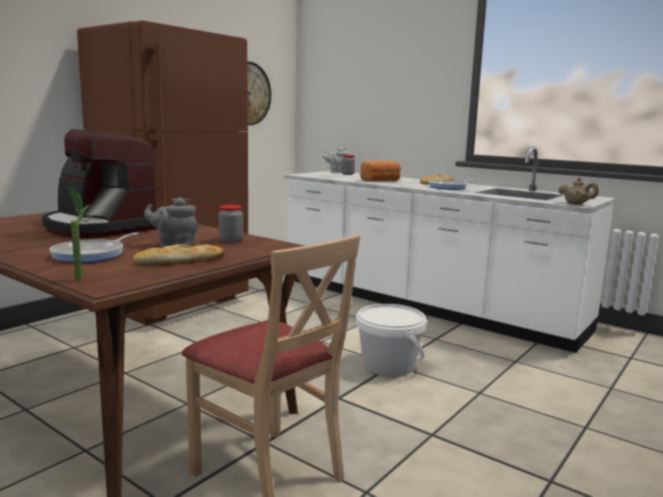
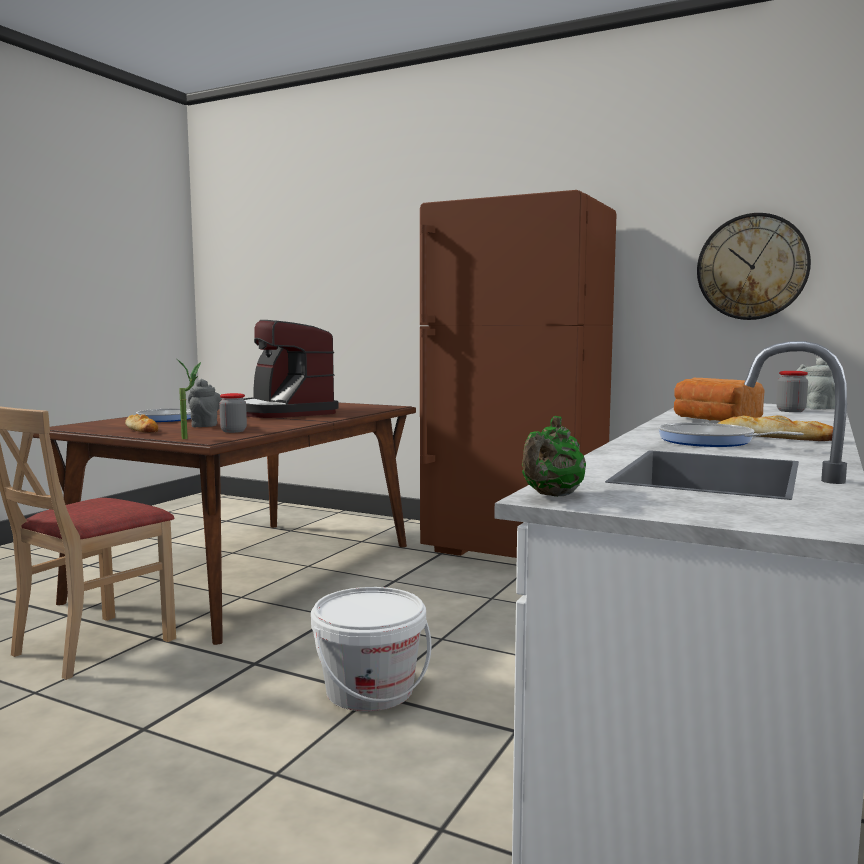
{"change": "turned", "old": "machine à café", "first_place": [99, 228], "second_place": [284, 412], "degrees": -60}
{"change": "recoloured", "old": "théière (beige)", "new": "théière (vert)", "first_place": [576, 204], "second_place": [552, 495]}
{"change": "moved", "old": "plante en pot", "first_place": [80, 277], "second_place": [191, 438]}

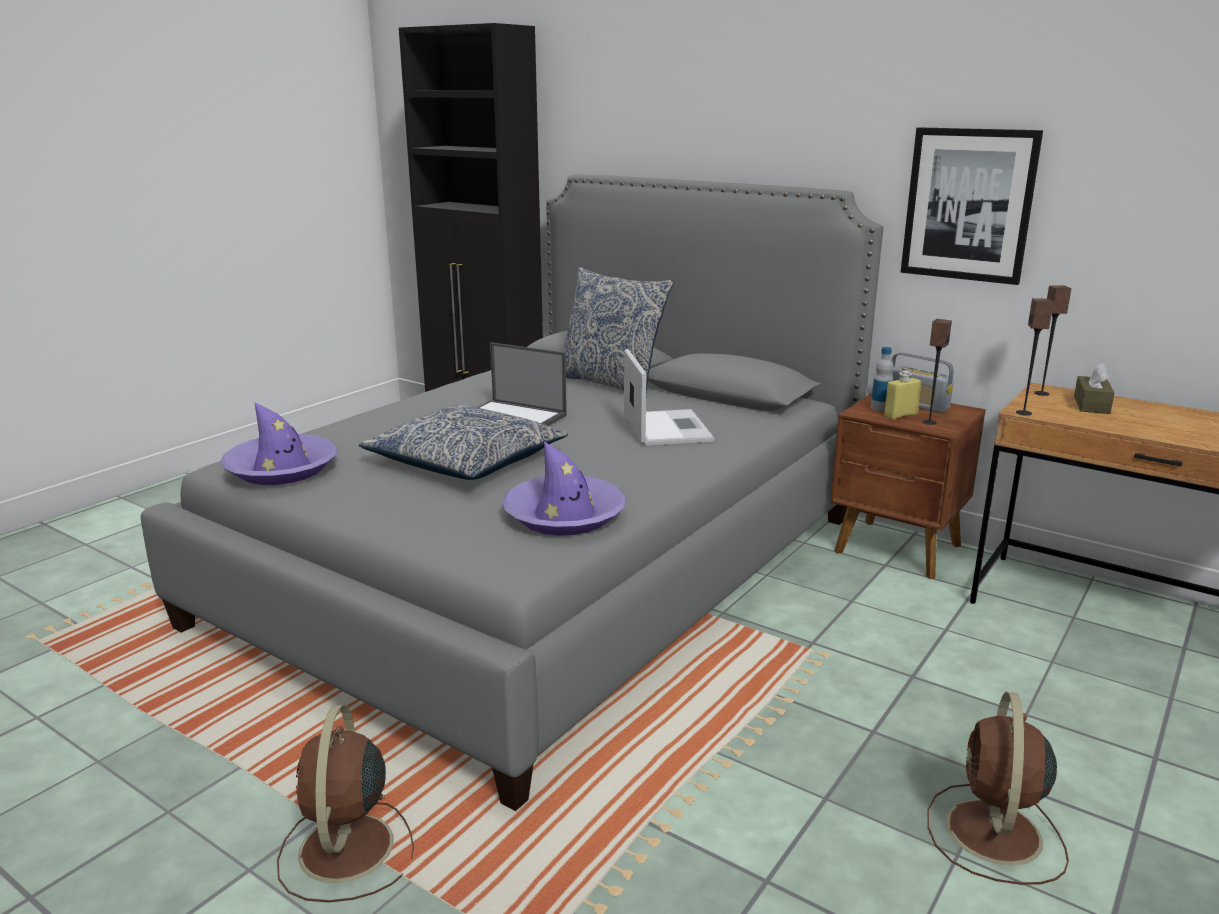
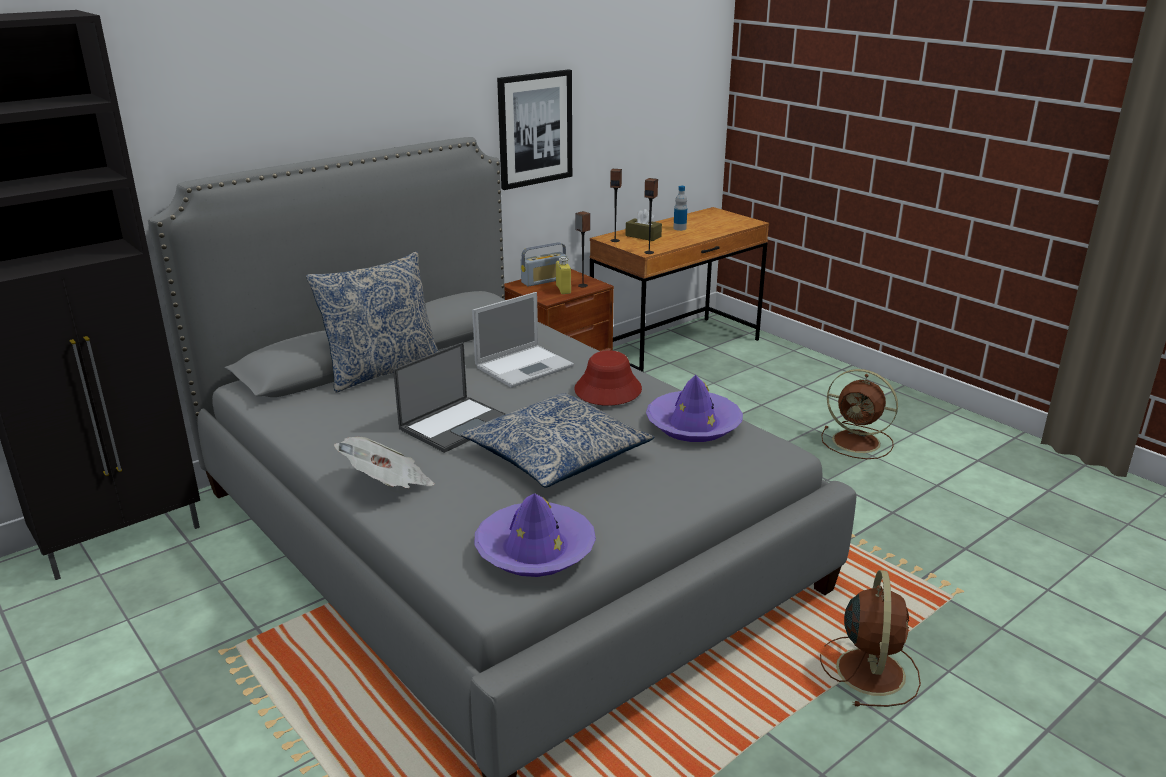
{"change": "moved", "old": "bouteille", "first_place": [880, 408], "second_place": [679, 228]}
{"change": "turned", "old": "ordinateur portable", "first_place": [666, 428], "second_place": [525, 366], "degrees": 135}
{"change": "turned", "old": "ventilateur (marron)", "first_place": [345, 851], "second_place": [870, 669], "degrees": -90}
{"change": "added", "new": "chapeau (rouge)", "second_place": [607, 390]}
{"change": "added", "new": "journal", "second_place": [388, 484]}

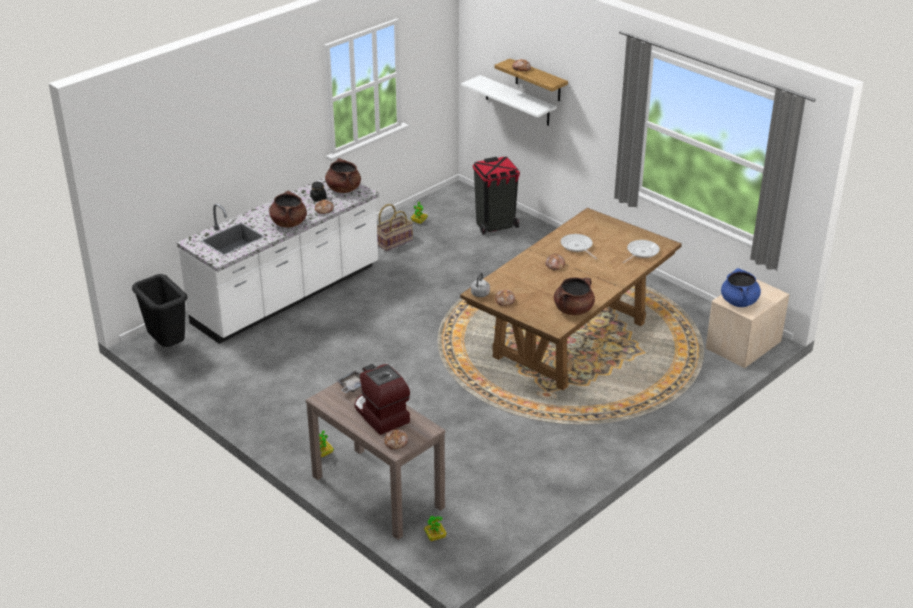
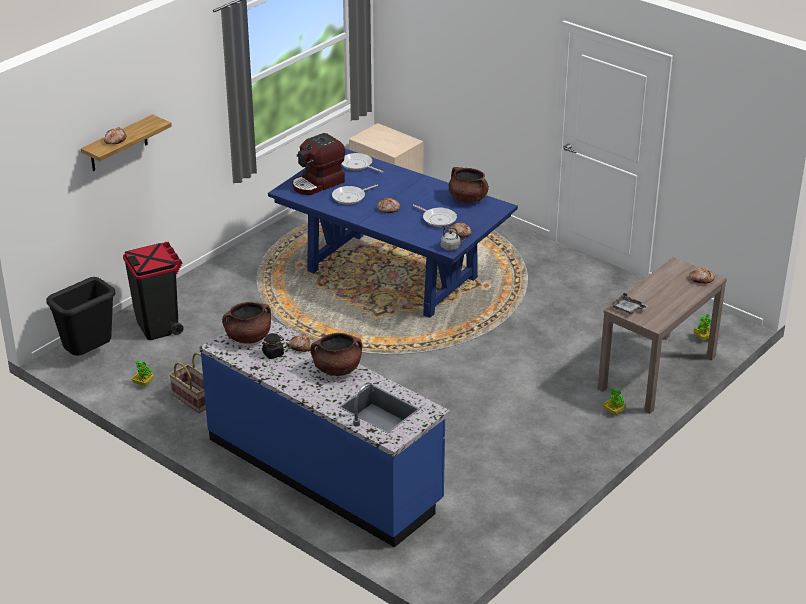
{"change": "removed", "old": "étagère (blanc)", "first_place": [517, 101]}
{"change": "recoloured", "old": "comptoir de cuisine (blanc)", "new": "comptoir de cuisine (bleu)", "first_place": [288, 296], "second_place": [324, 471]}
{"change": "recoloured", "old": "table à manger (marron)", "new": "table à manger (bleu)", "first_place": [569, 340], "second_place": [393, 275]}
{"change": "removed", "old": "marmite (bleu)", "first_place": [739, 302]}
{"change": "moved", "old": "poubelle (noir)", "first_place": [167, 345], "second_place": [88, 355]}
{"change": "moved", "old": "machine à café", "first_place": [380, 415], "second_place": [318, 183]}
{"change": "added", "new": "poêle", "second_place": [438, 219]}

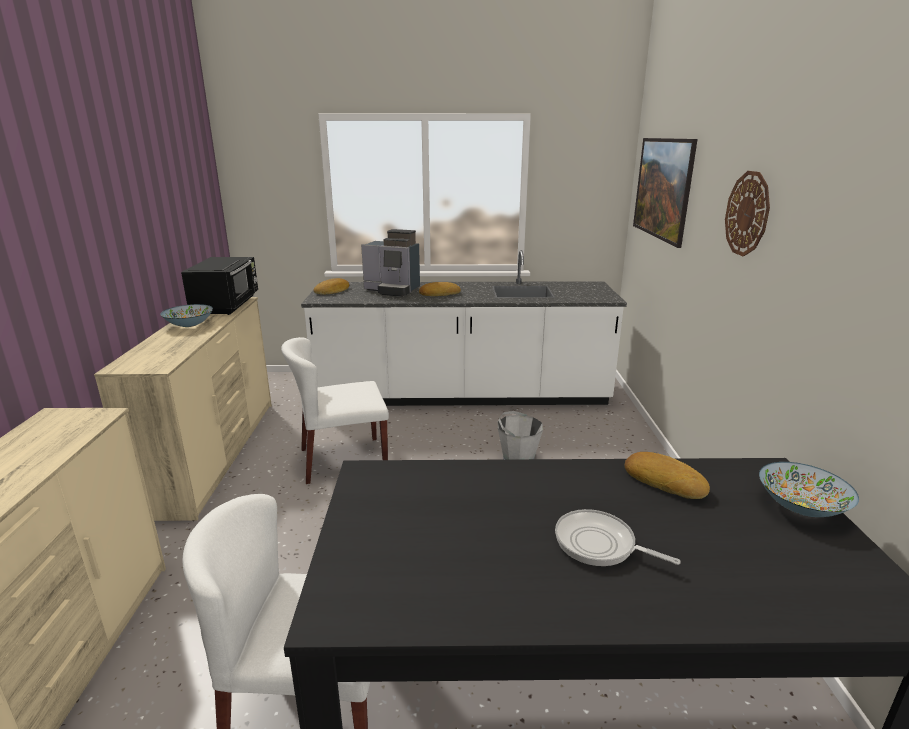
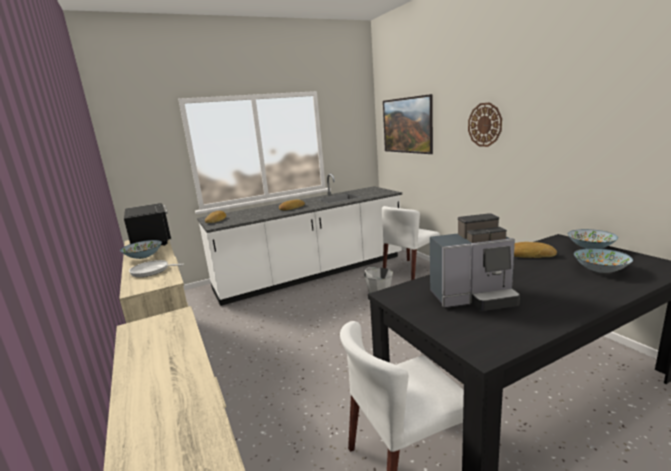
{"change": "moved", "old": "machine à café", "first_place": [393, 290], "second_place": [474, 298]}
{"change": "moved", "old": "chaise (blanc)", "first_place": [342, 459], "second_place": [410, 270]}
{"change": "moved", "old": "poêle", "first_place": [599, 544], "second_place": [152, 271]}
{"change": "added", "new": "bol", "second_place": [600, 270]}

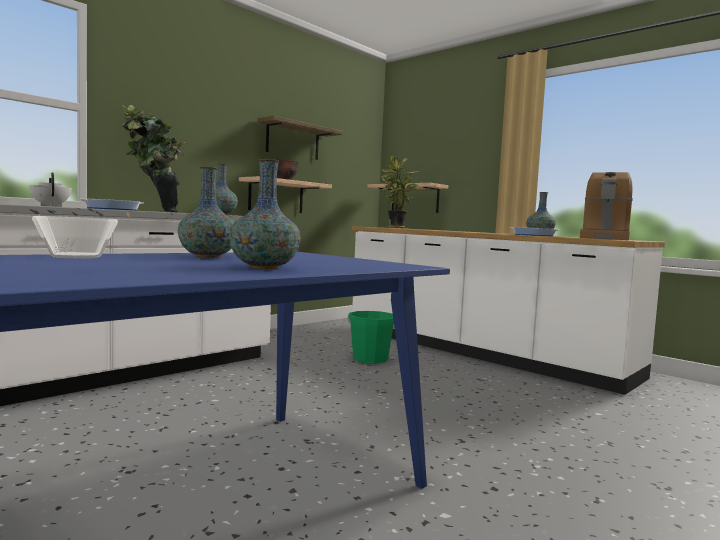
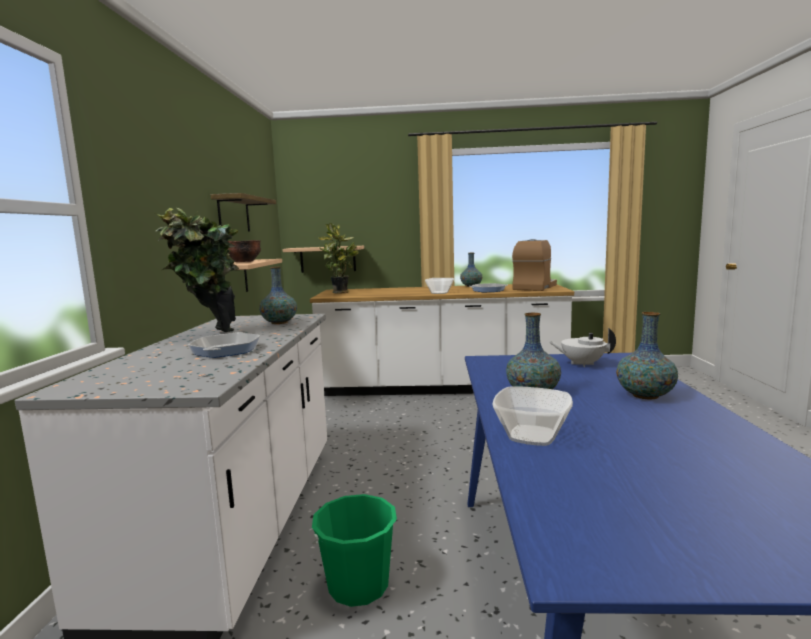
{"change": "moved", "old": "théière (blanc)", "first_place": [51, 206], "second_place": [582, 364]}
{"change": "turned", "old": "machine à café", "first_place": [604, 238], "second_place": [534, 287], "degrees": -135}
{"change": "moved", "old": "seau (vert)", "first_place": [370, 359], "second_place": [358, 585]}
{"change": "added", "new": "bol", "second_place": [439, 293]}

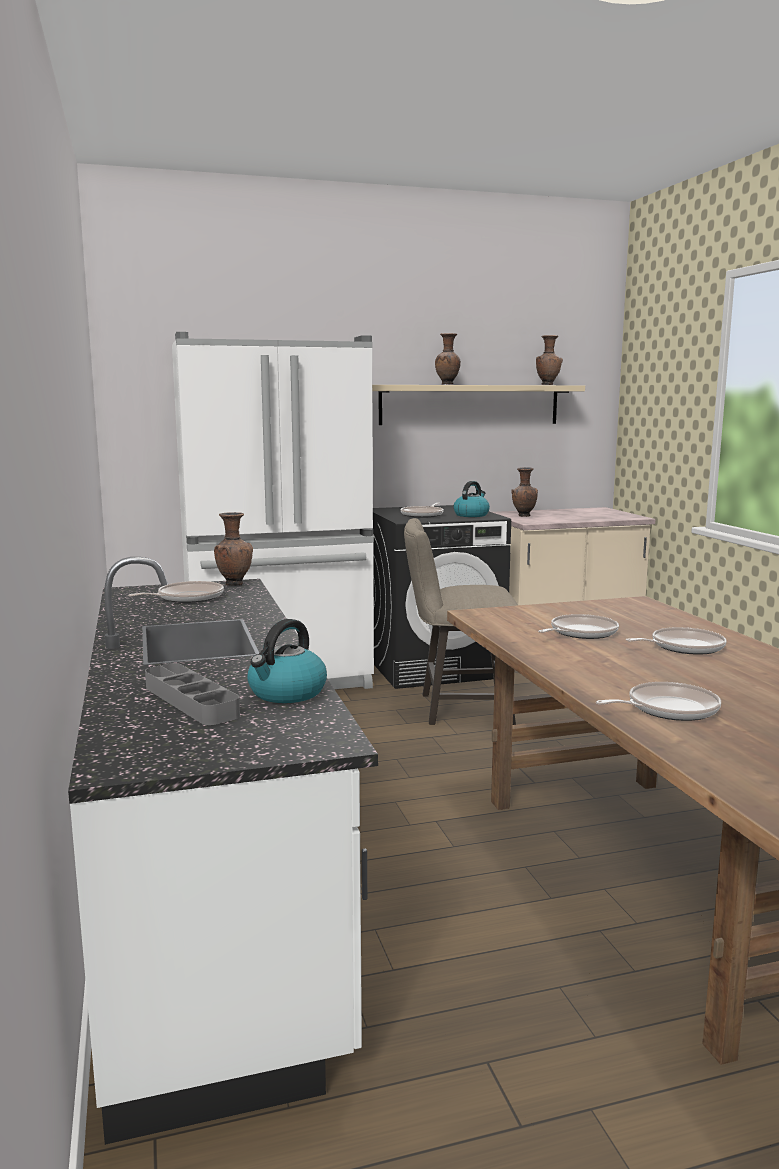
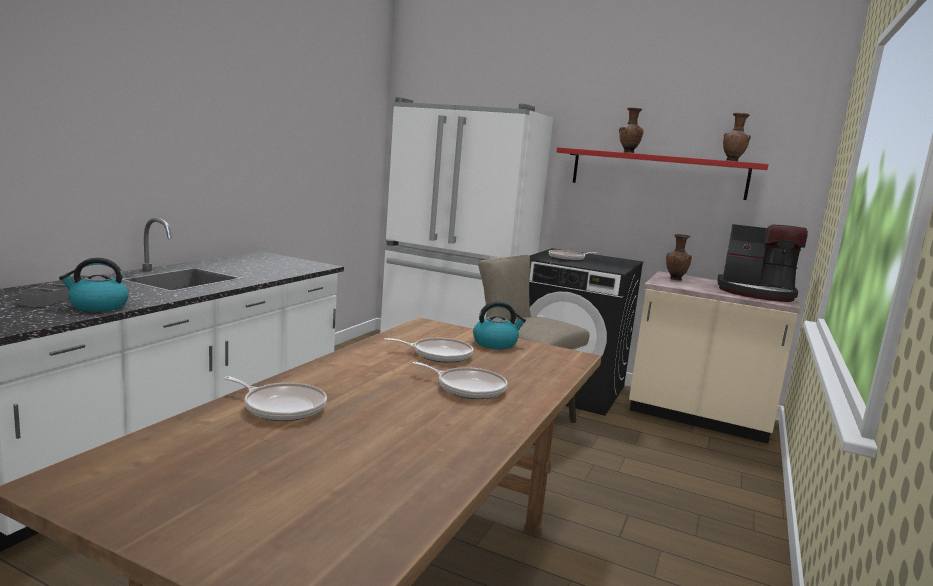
{"change": "recoloured", "old": "étagère (beige)", "new": "étagère (rouge)", "first_place": [470, 405], "second_place": [657, 173]}
{"change": "moved", "old": "bouilloire", "first_place": [471, 515], "second_place": [495, 343]}
{"change": "removed", "old": "vase (marron)", "first_place": [234, 584]}
{"change": "removed", "old": "poêle", "first_place": [187, 598]}
{"change": "added", "new": "machine à café", "second_place": [756, 293]}

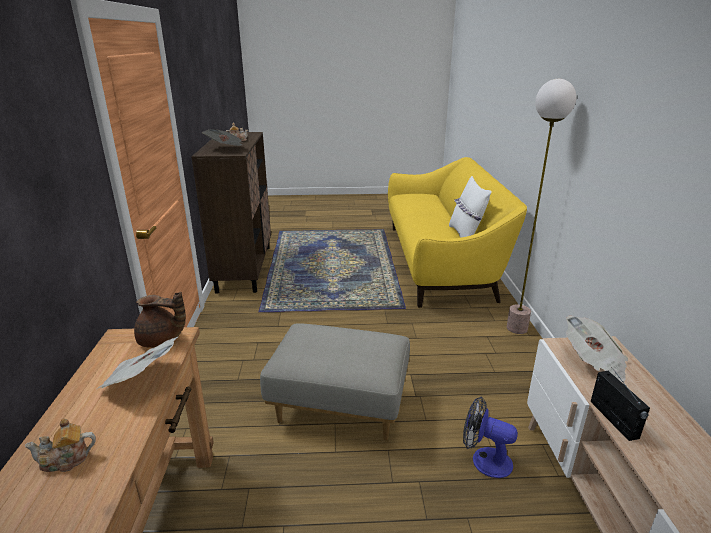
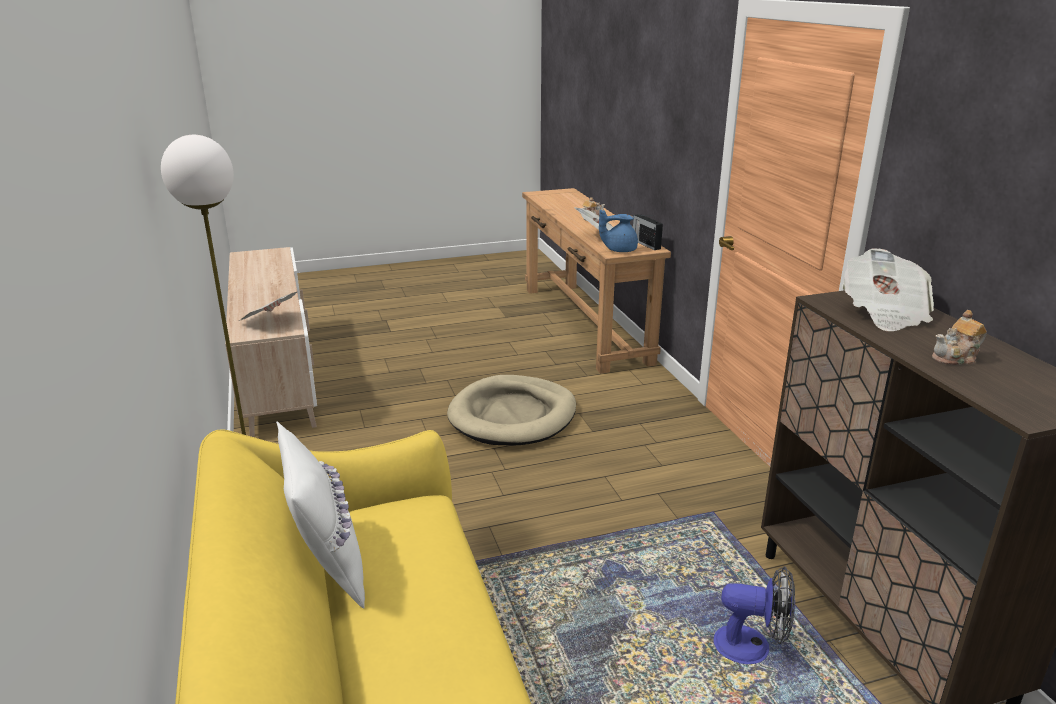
{"change": "recoloured", "old": "théière (marron)", "new": "théière (bleu)", "first_place": [161, 341], "second_place": [619, 250]}
{"change": "replaced", "old": "pouf (gris)", "new": "panier pour chien (beige)", "first_place": [338, 407], "second_place": [513, 415]}
{"change": "moved", "old": "radio", "first_place": [614, 420], "second_place": [646, 244]}
{"change": "moved", "old": "ventilateur", "first_place": [484, 459], "second_place": [752, 646]}

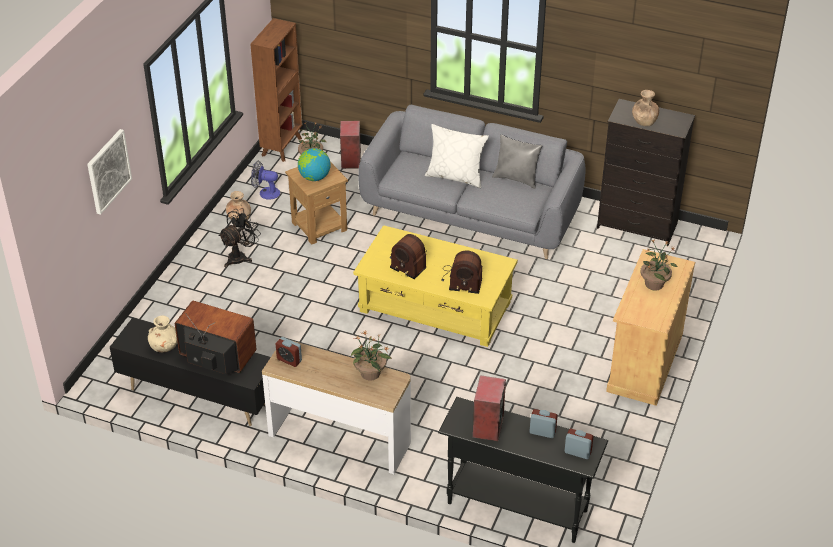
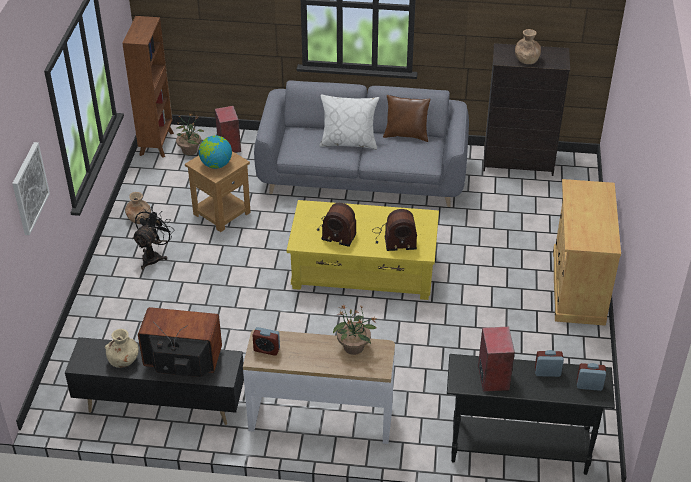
{"change": "recoloured", "old": "coussin (gris)", "new": "coussin (marron)", "first_place": [516, 178], "second_place": [406, 135]}
{"change": "removed", "old": "ventilateur", "first_place": [266, 192]}
{"change": "removed", "old": "plante en pot", "first_place": [654, 283]}

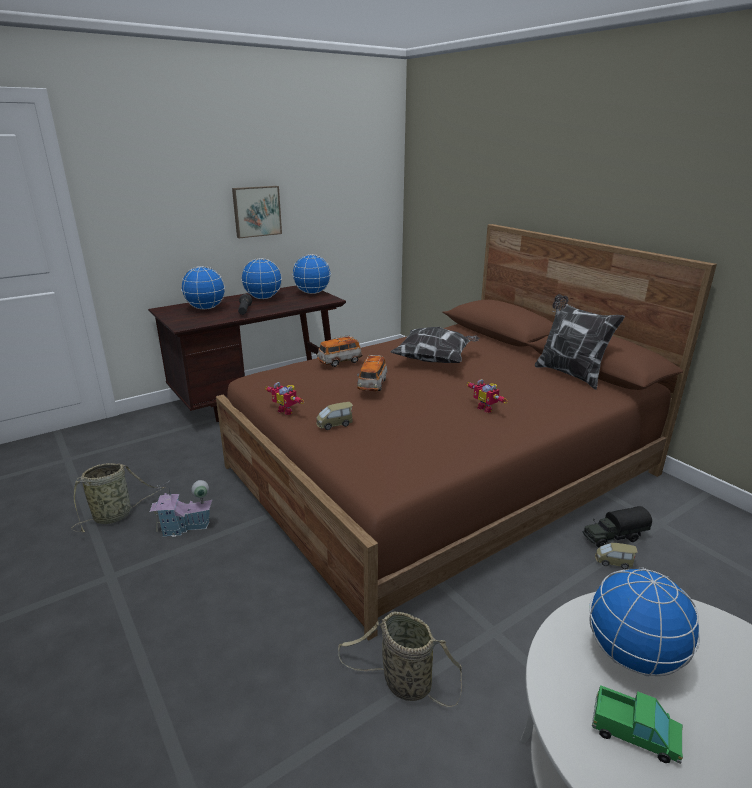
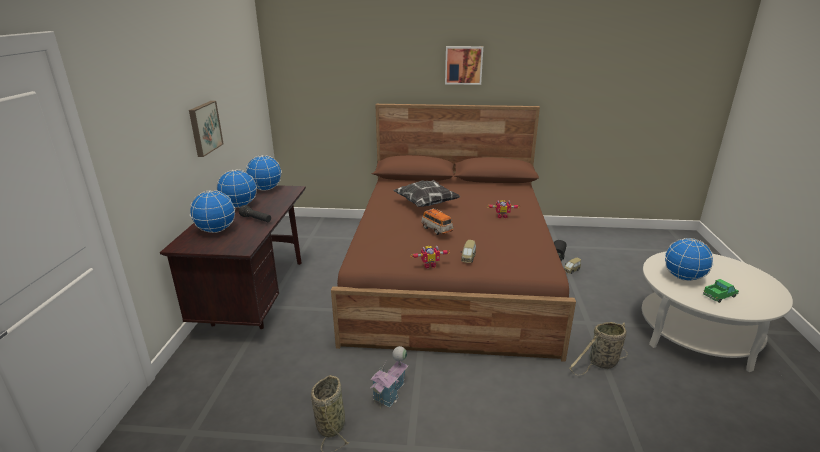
{"change": "removed", "old": "coussin", "first_place": [569, 374]}
{"change": "removed", "old": "petite voiture", "first_place": [339, 362]}
{"change": "added", "new": "tableau", "second_place": [463, 65]}

